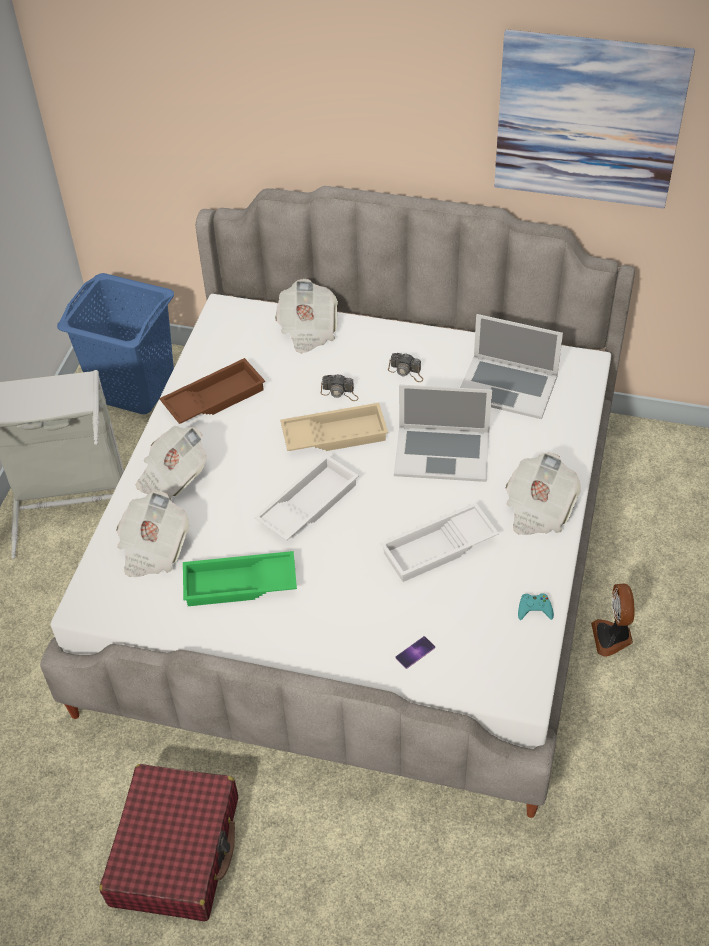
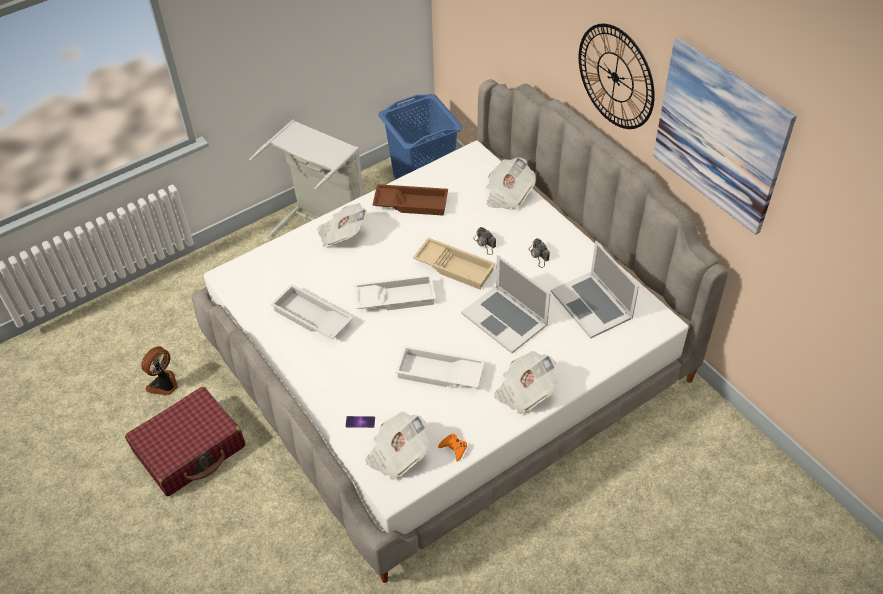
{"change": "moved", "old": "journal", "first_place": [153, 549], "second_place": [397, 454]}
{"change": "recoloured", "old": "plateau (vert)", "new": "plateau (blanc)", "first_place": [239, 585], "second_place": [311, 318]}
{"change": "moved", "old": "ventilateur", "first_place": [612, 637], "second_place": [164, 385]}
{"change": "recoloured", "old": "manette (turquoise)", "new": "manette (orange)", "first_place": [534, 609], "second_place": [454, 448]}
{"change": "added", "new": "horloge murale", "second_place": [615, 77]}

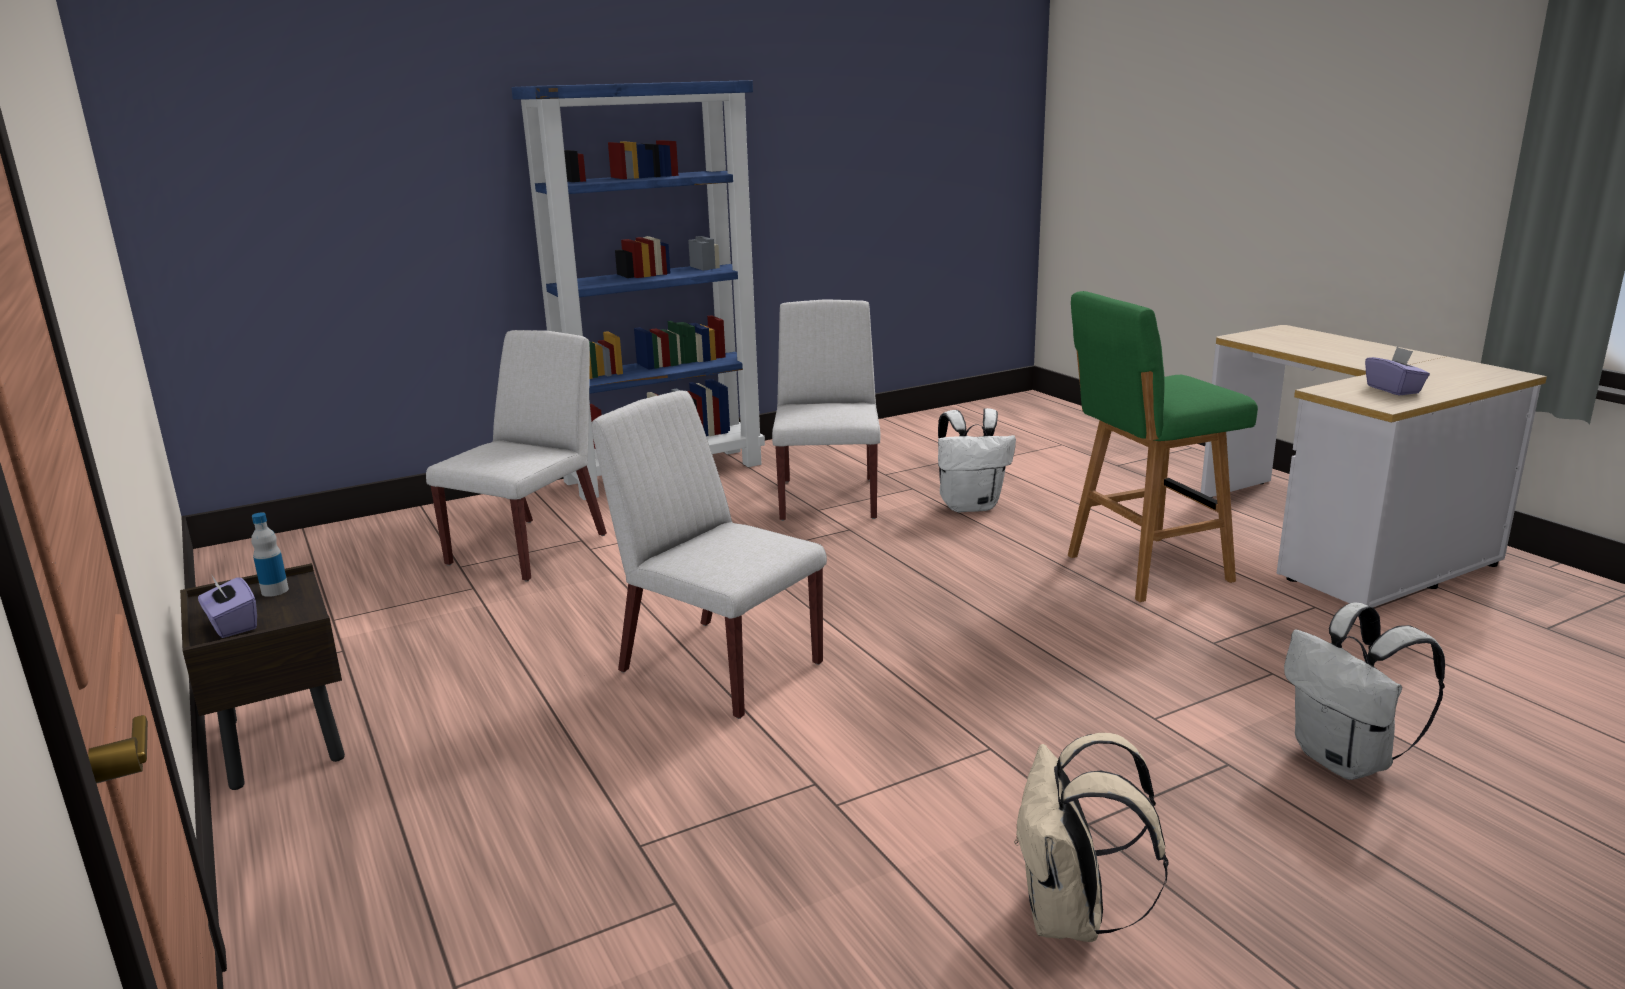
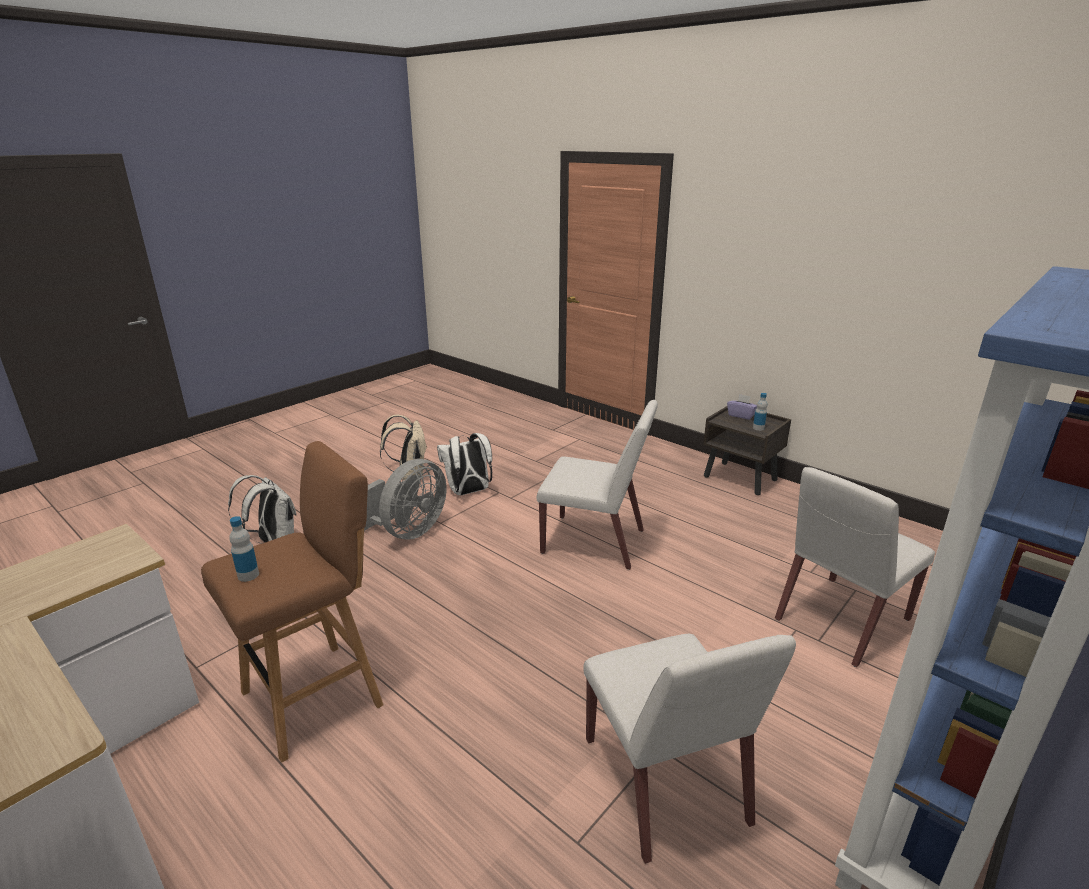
{"change": "recoloured", "old": "tabouret (vert)", "new": "tabouret (marron)", "first_place": [1143, 569], "second_place": [317, 696]}
{"change": "turned", "old": "chaise (blanc)", "first_place": [529, 548], "second_place": [841, 620], "degrees": 45}
{"change": "removed", "old": "boîte à mouchoirs (violet)", "first_place": [1393, 389]}
{"change": "moved", "old": "sac à dos (blanc)", "first_place": [970, 506], "second_place": [468, 492]}
{"change": "added", "new": "ventilateur (gris)", "second_place": [407, 532]}
{"change": "added", "new": "bouteille", "second_place": [248, 575]}

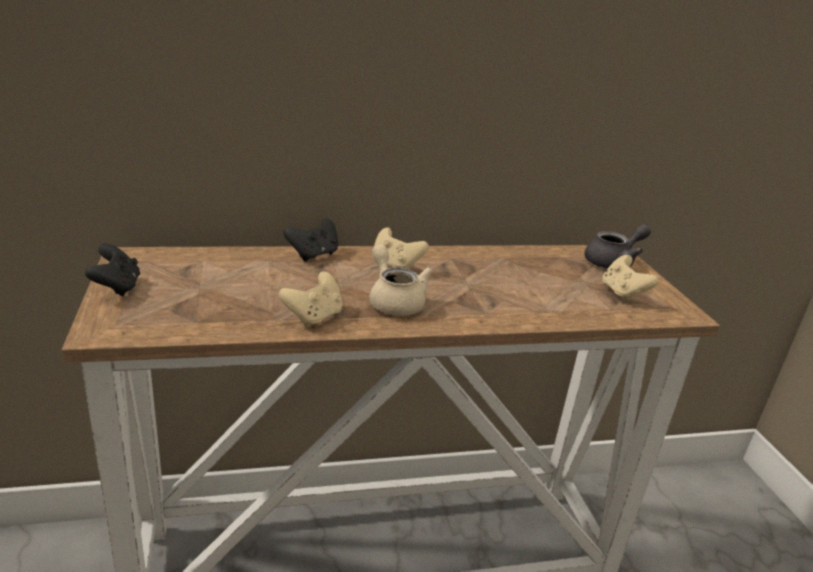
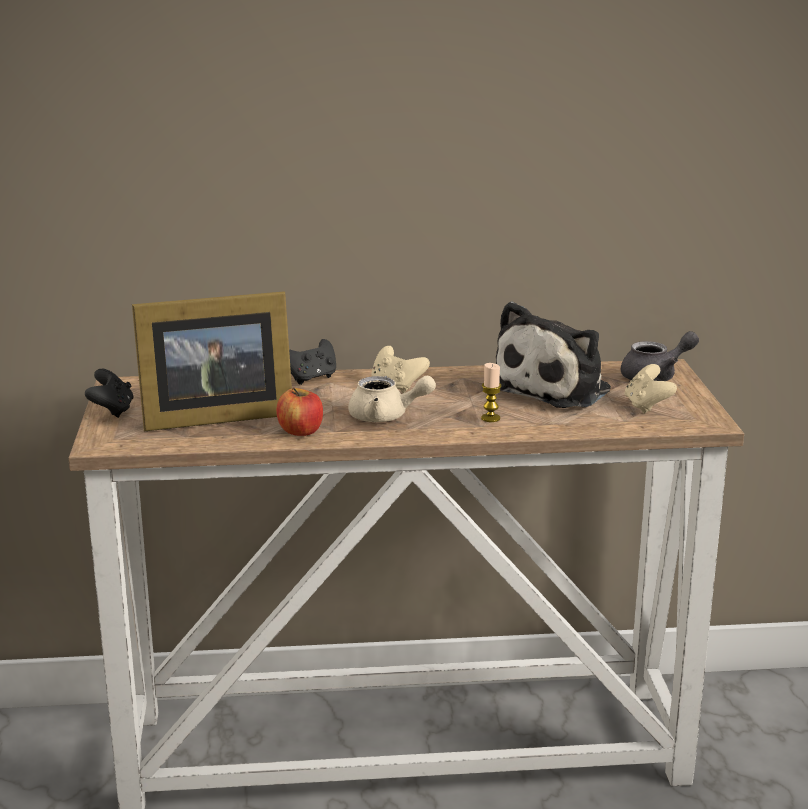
{"change": "turned", "old": "théière (beige)", "first_place": [394, 300], "second_place": [386, 416], "degrees": 120}
{"change": "replaced", "old": "manette (beige)", "new": "pomme", "first_place": [314, 317], "second_place": [300, 431]}
{"change": "added", "new": "cadre photo", "second_place": [211, 416]}
{"change": "added", "new": "peluche", "second_place": [556, 388]}
{"change": "added", "new": "bougie", "second_place": [490, 418]}

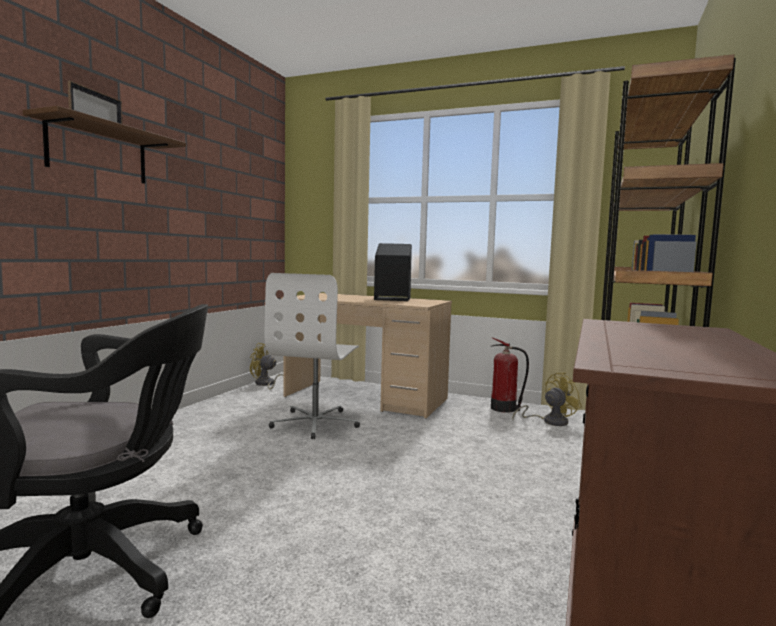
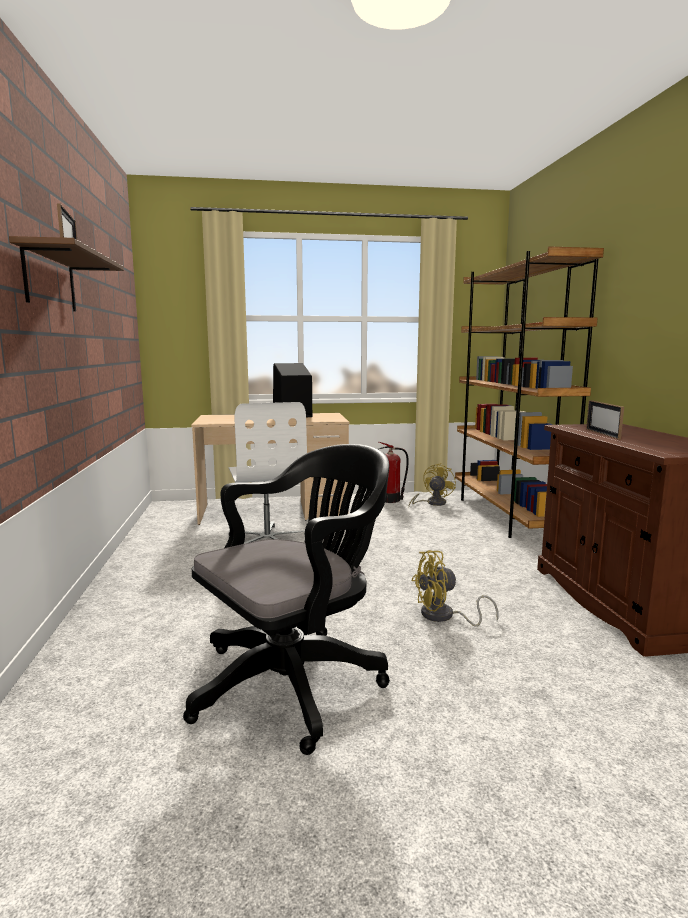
{"change": "moved", "old": "ventilateur (jaune)", "first_place": [265, 384], "second_place": [444, 616]}
{"change": "added", "new": "cadre photo", "second_place": [602, 434]}

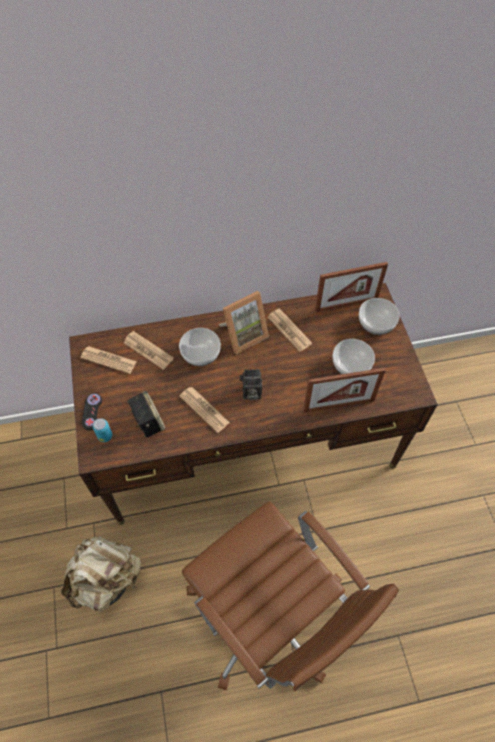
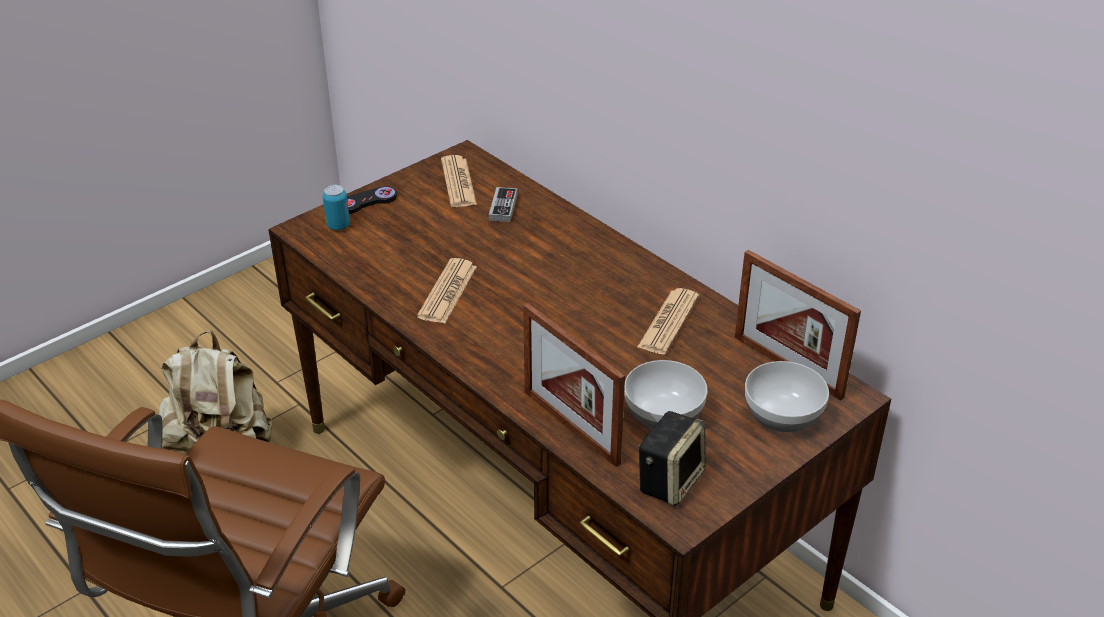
{"change": "removed", "old": "cadre photo", "first_place": [243, 335]}
{"change": "removed", "old": "bol", "first_place": [201, 355]}
{"change": "replaced", "old": "journal", "new": "manette", "first_place": [148, 350], "second_place": [503, 207]}
{"change": "removed", "old": "appareil photo", "first_place": [250, 393]}
{"change": "moved", "old": "enceinte", "first_place": [148, 422], "second_place": [670, 480]}

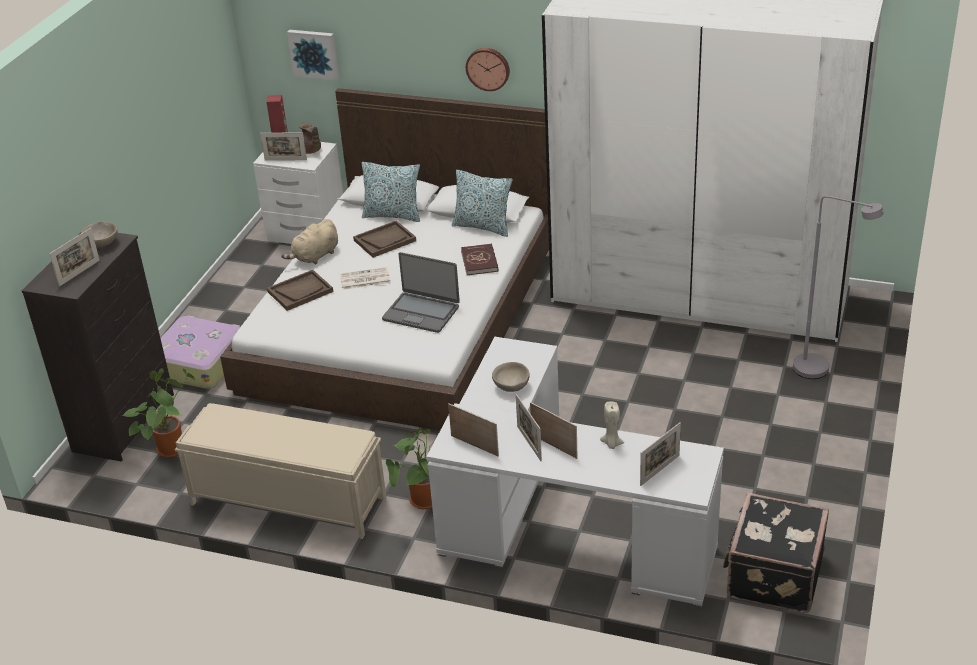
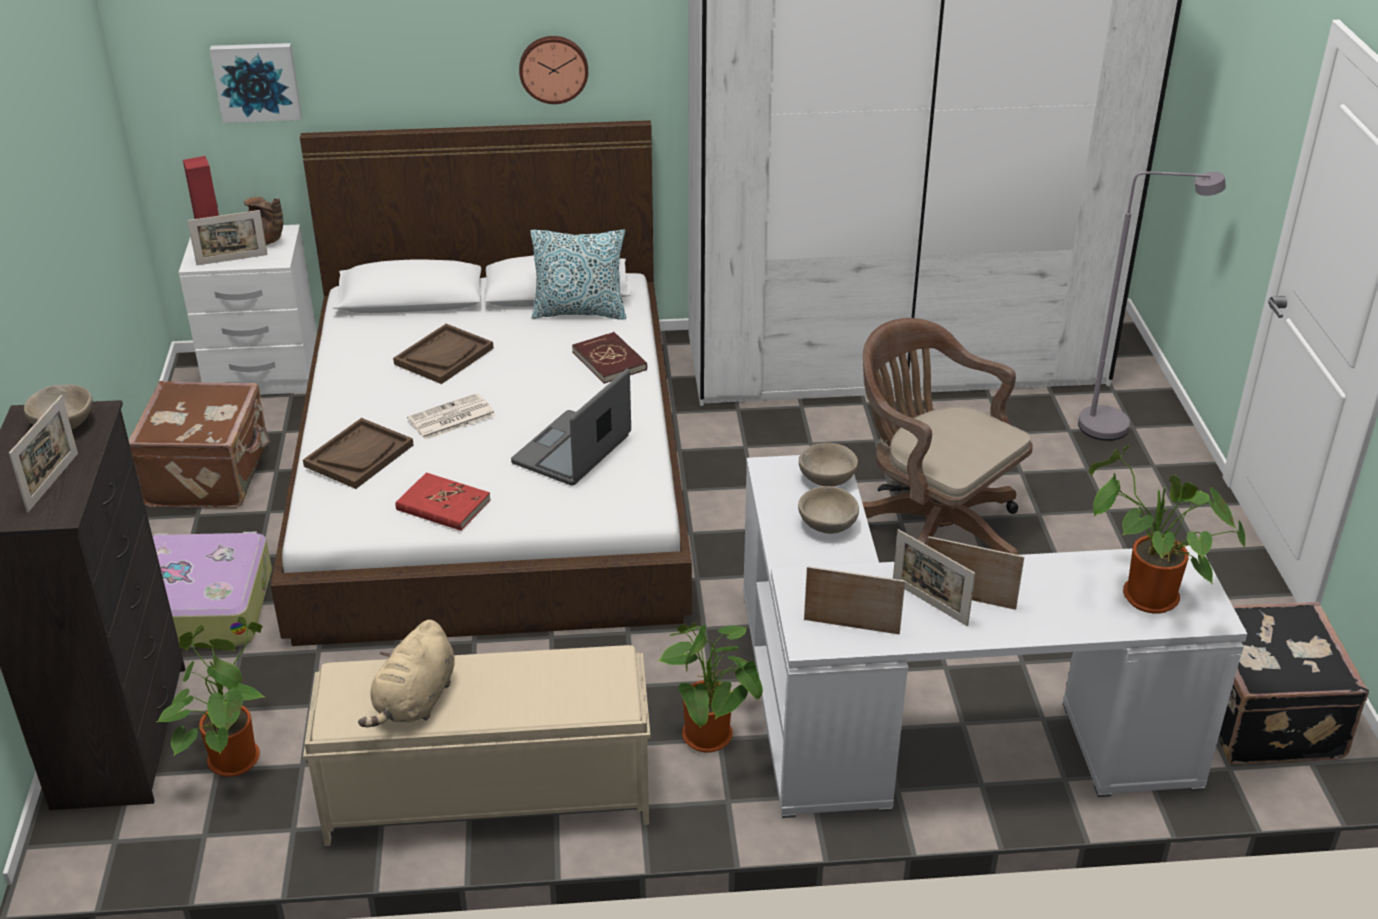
{"change": "removed", "old": "coussin", "first_place": [393, 215]}
{"change": "moved", "old": "peluche (beige)", "first_place": [315, 256], "second_place": [415, 702]}
{"change": "turned", "old": "ordinateur portable", "first_place": [421, 313], "second_place": [573, 450], "degrees": 120}
{"change": "removed", "old": "bougie (beige)", "first_place": [611, 444]}
{"change": "replaced", "old": "cadre photo", "new": "plante en pot", "first_place": [659, 470], "second_place": [1143, 598]}
{"change": "added", "new": "chaise de bureau (marron)", "second_place": [931, 529]}
{"change": "added", "new": "valise (marron)", "second_place": [210, 475]}
{"change": "added", "new": "bol (beige)", "second_place": [827, 479]}
{"change": "added", "new": "livre (rouge)", "second_place": [443, 505]}

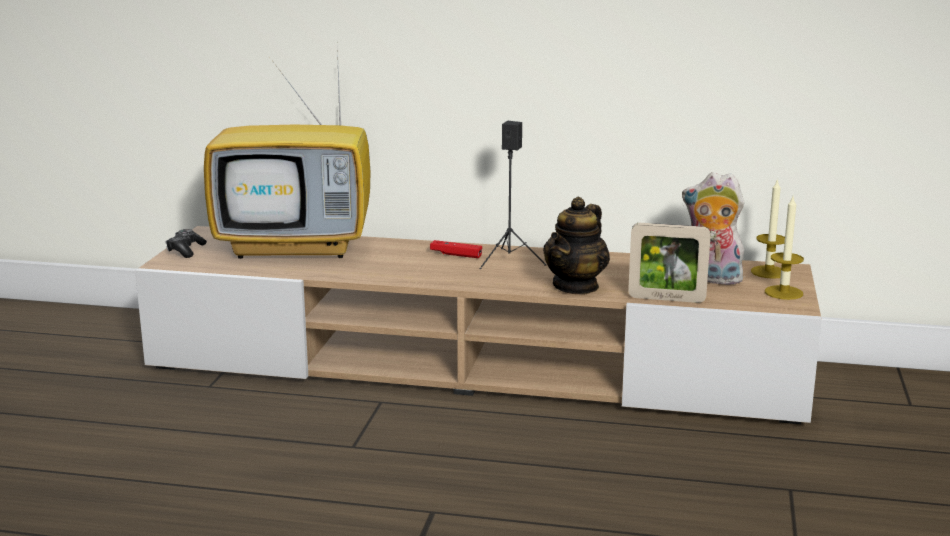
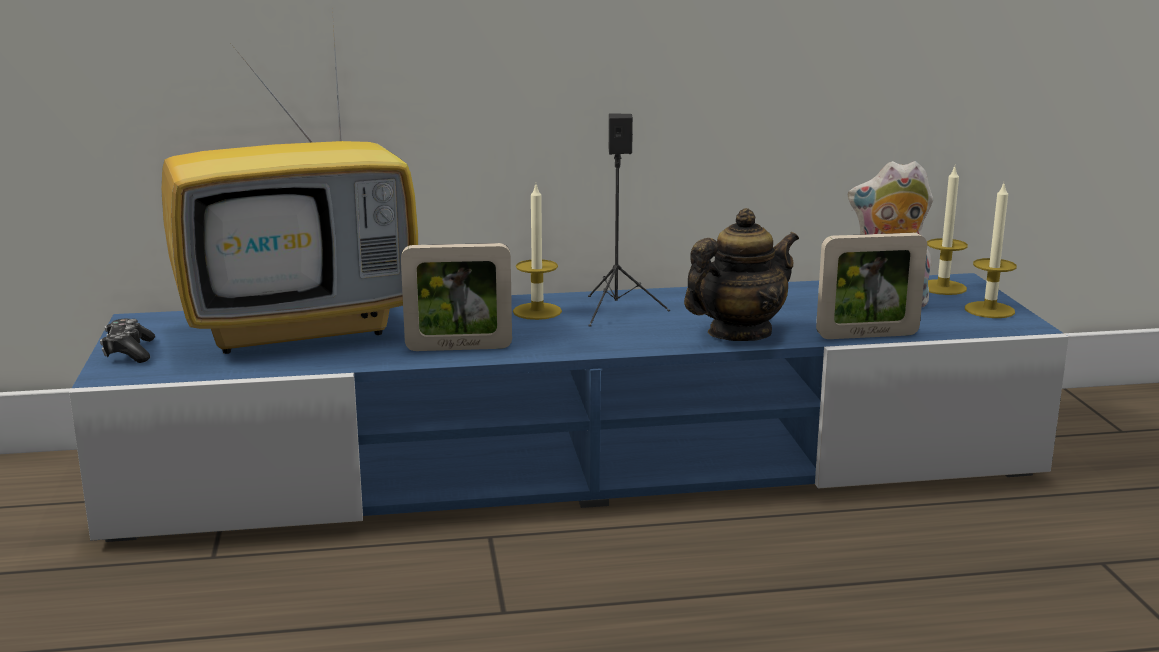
{"change": "turned", "old": "théière", "first_place": [576, 286], "second_place": [739, 333], "degrees": -135}
{"change": "recoloured", "old": "meuble télé (beige)", "new": "meuble télé (bleu)", "first_place": [476, 368], "second_place": [581, 466]}
{"change": "replaced", "old": "manette (rouge)", "new": "bougie", "first_place": [456, 255], "second_place": [537, 311]}
{"change": "added", "new": "cadre photo", "second_place": [459, 347]}

